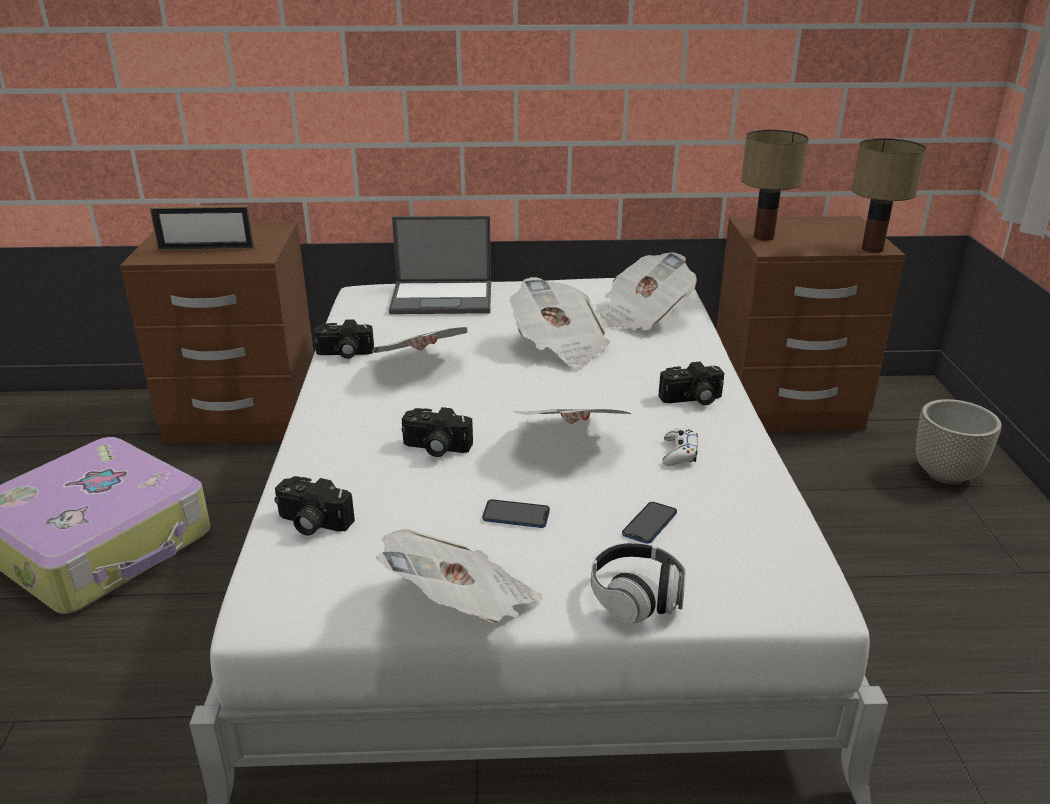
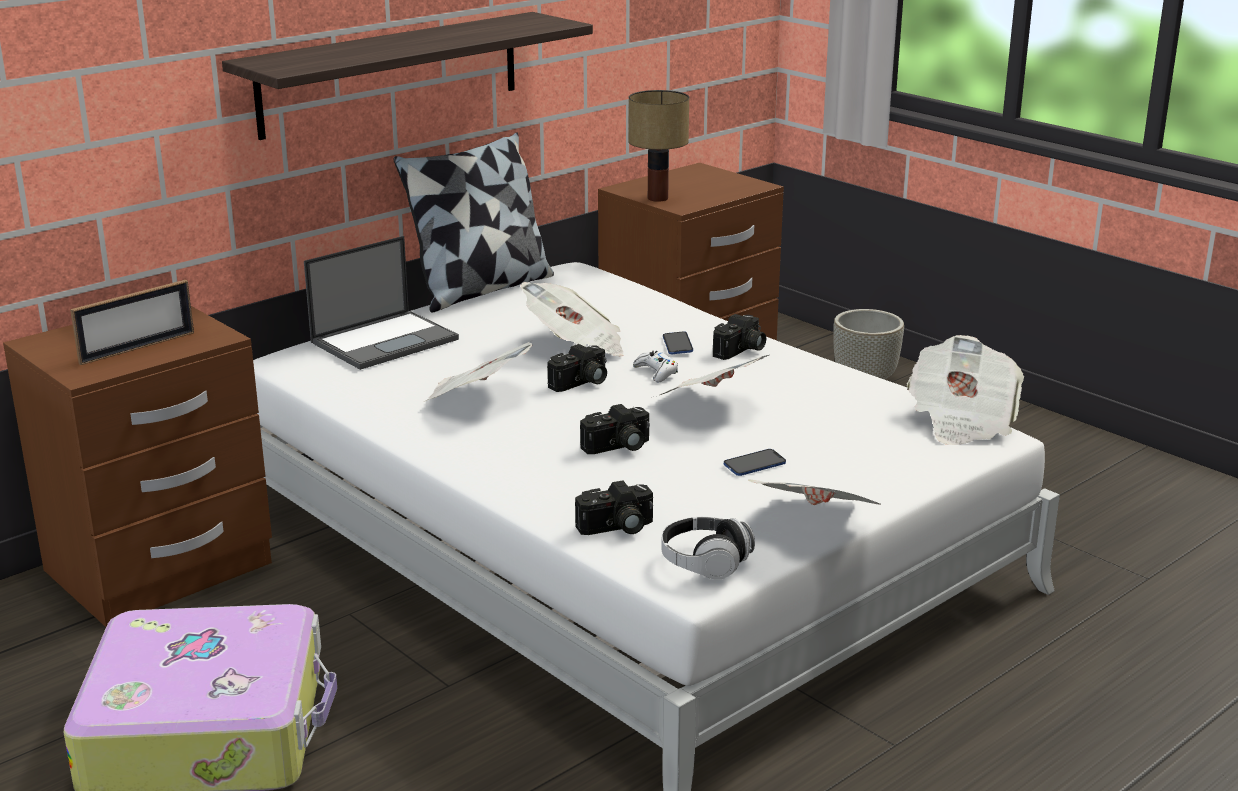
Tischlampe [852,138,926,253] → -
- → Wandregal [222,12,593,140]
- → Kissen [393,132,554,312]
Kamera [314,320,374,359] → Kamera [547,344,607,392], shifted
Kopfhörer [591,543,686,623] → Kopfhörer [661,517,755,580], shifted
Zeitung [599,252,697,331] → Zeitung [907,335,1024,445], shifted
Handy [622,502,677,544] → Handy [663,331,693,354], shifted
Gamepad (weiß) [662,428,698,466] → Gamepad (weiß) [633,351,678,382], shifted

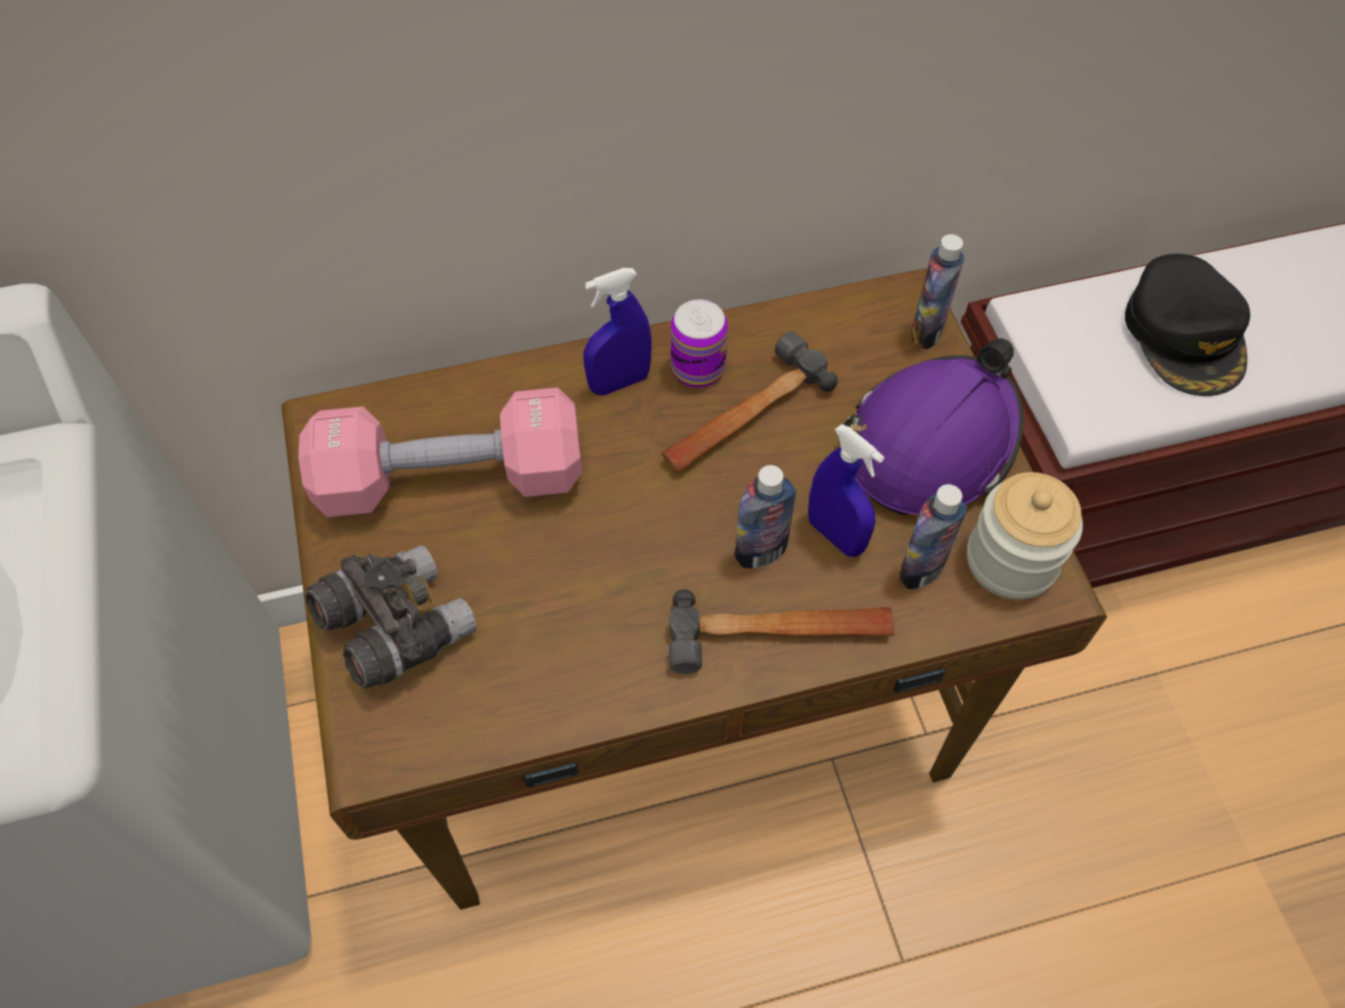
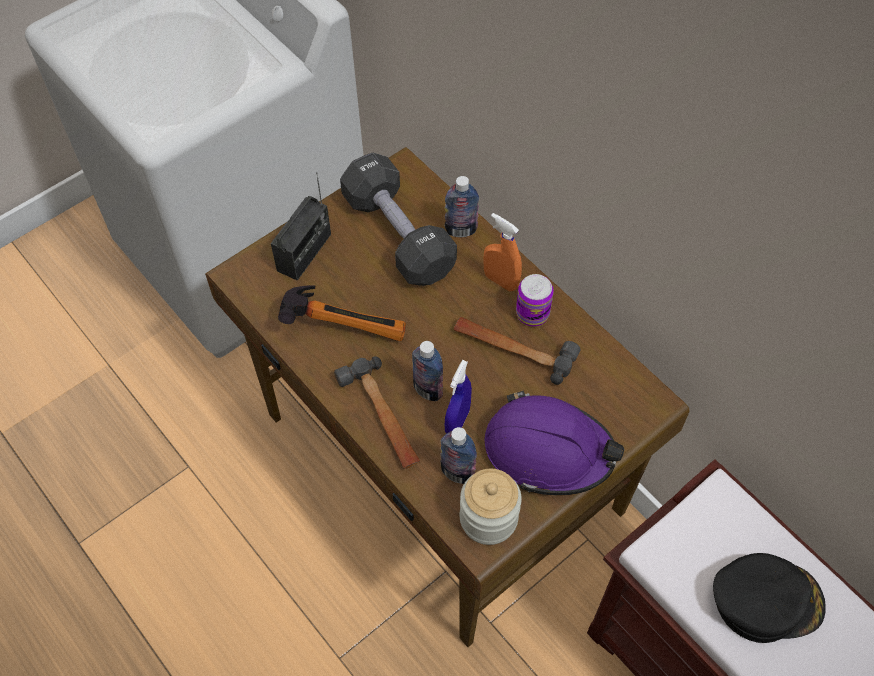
- → Hammer [278,285,406,341]
Flasche [911,234,964,349] → Flasche [445,176,479,237], shifted
Fernglas (grau) [305,545,476,689] → Radio [271,172,331,281]
Hantel (rosa) [298,388,582,517] → Hantel (schwarz) [340,153,457,286]
Sprühflasche (blau) [583,268,652,395] → Sprühflasche (orange) [483,213,522,291]
Kappe (schwarz) [1125,254,1250,396] → Kappe (schwarz) [713,553,826,643], 150 degrees counterclockwise

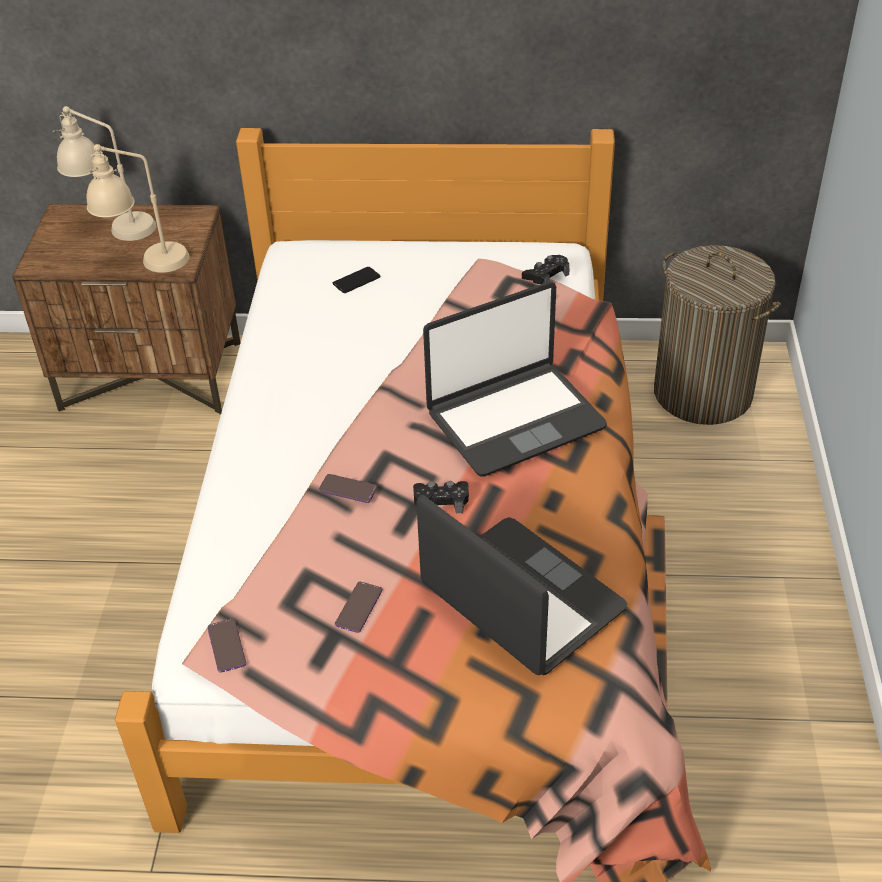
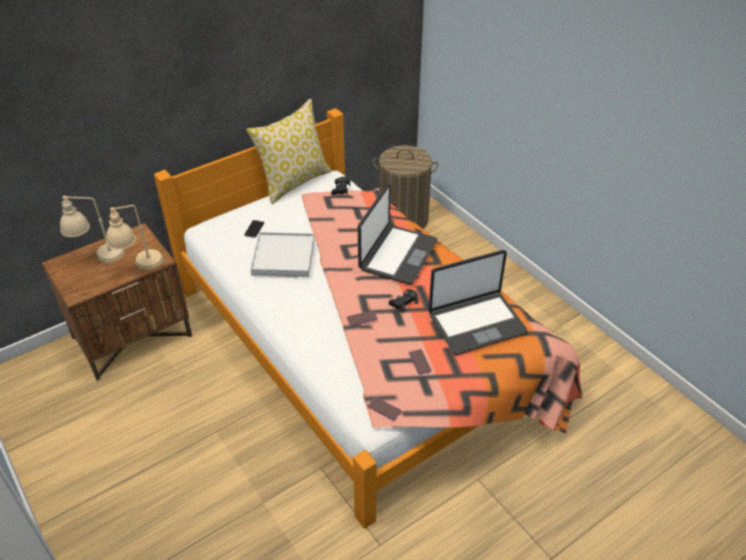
- → Kissen [246,99,332,204]
- → Tablett (weiß) [250,232,315,277]
Laptop [416,495,628,675] → Laptop [429,250,528,355], 150 degrees clockwise

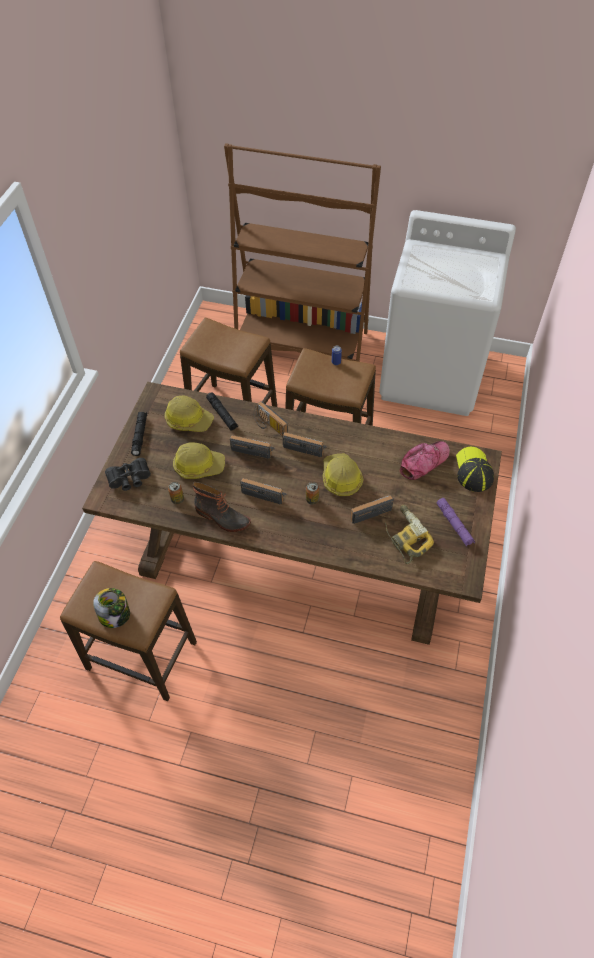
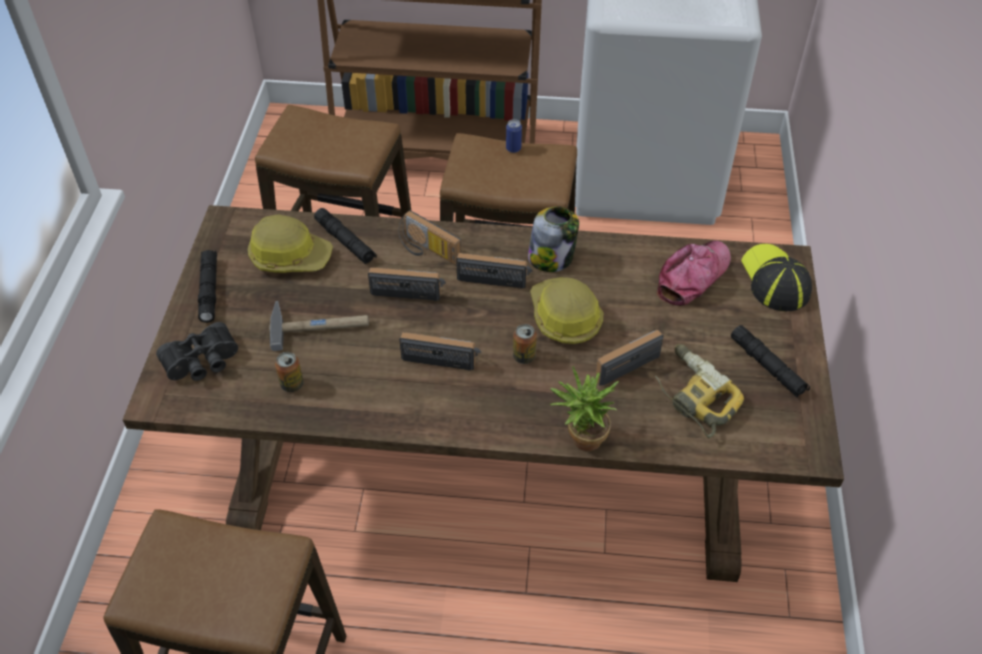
Stiefel [193,482,251,532] → -
- → Topfpflanze [550,367,619,451]
Vorratsglas [93,588,130,628] → Vorratsglas [528,206,579,272], shifted
Schutzhelm [173,442,225,479] → Hammer [269,301,369,351]
Taschenlampe (lila) [437,498,475,547] → Taschenlampe (schwarz) [731,325,810,398]

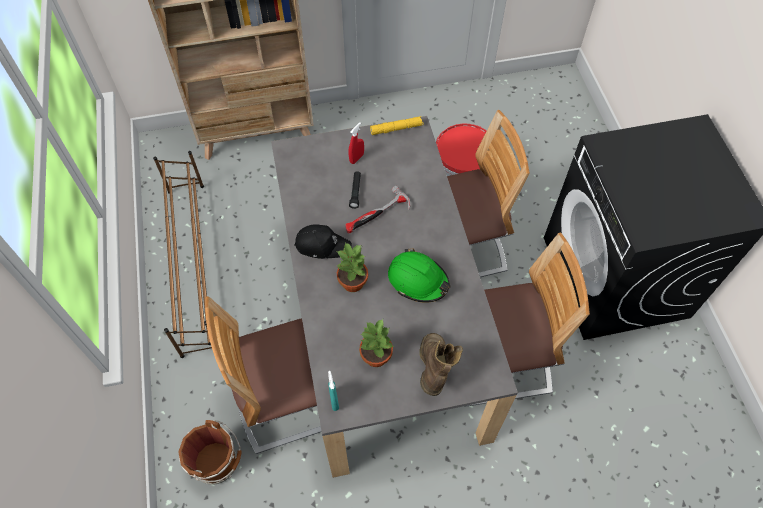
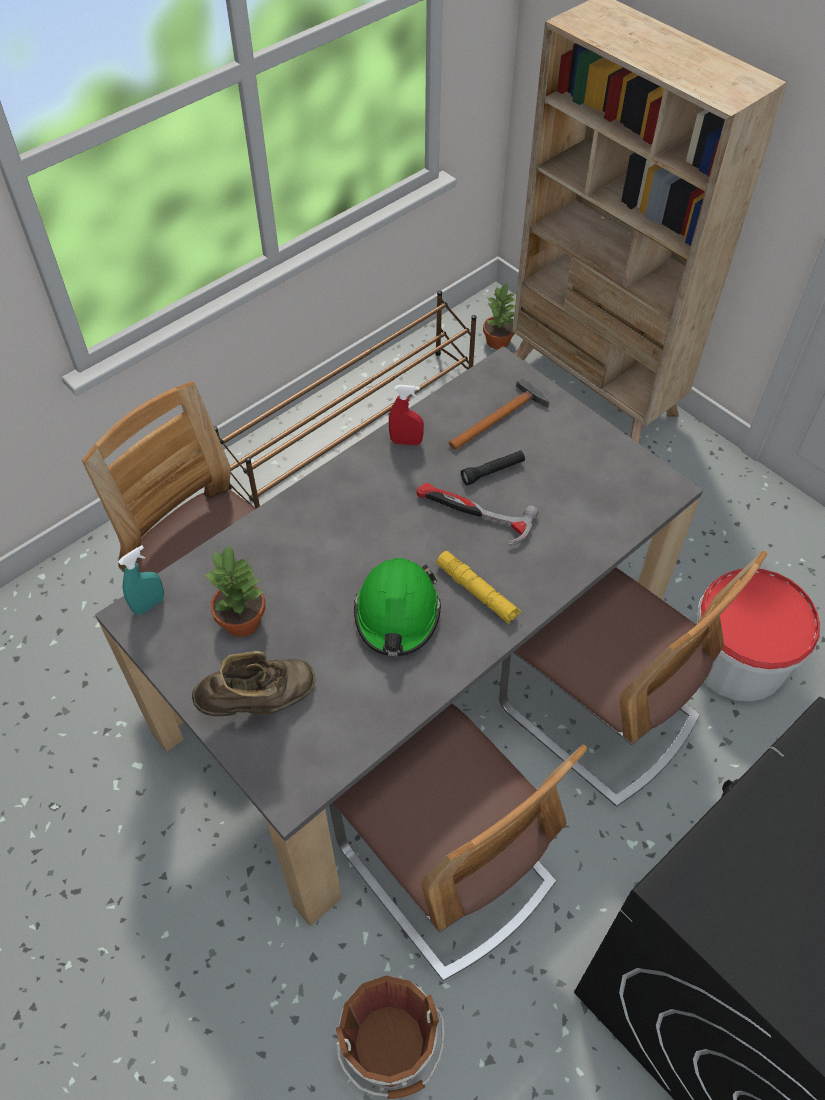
Kappe (schwarz) [294,224,352,259] → -
- → Hammer [449,378,550,450]
Eimer (braun) [178,420,242,485] → Eimer (braun) [336,975,445,1099], shifted
Topfpflanze [336,242,368,292] → Topfpflanze [483,284,515,349], shifted
Sprühflasche (rot) [348,122,364,164] → Sprühflasche (rot) [389,385,424,445], shifted
Taschenlampe (gelb) [370,116,423,135] → Taschenlampe (gelb) [436,551,521,624], shifted

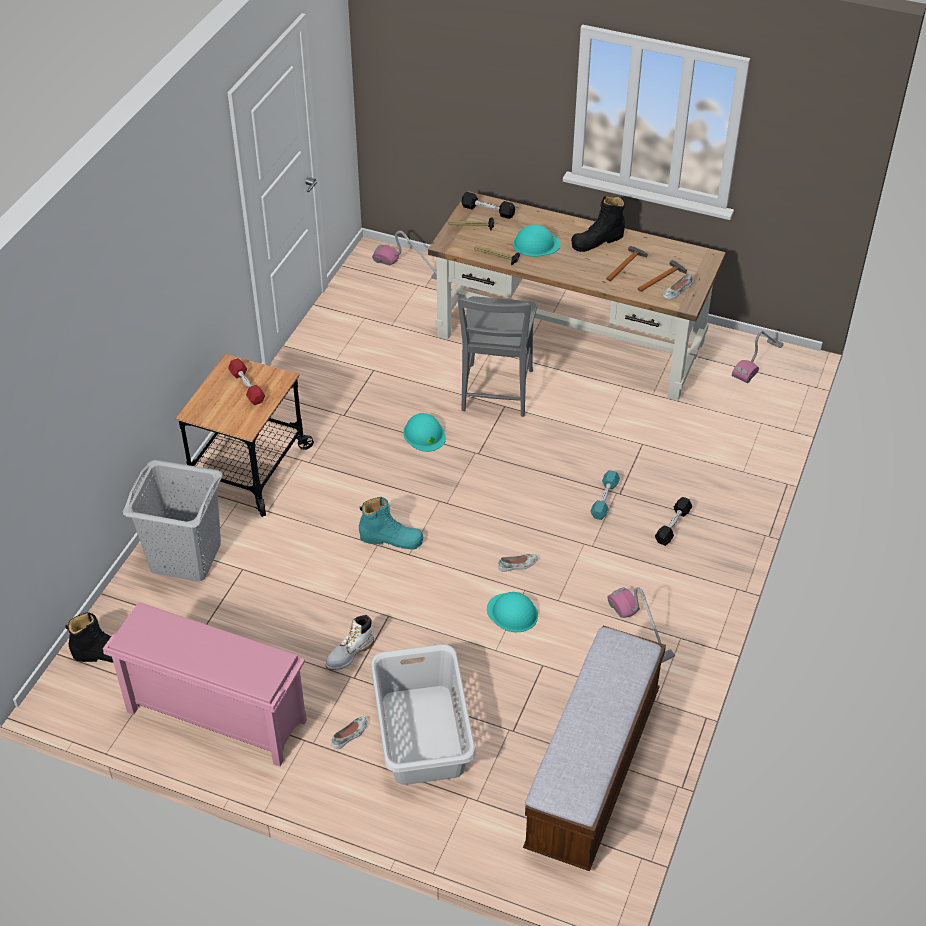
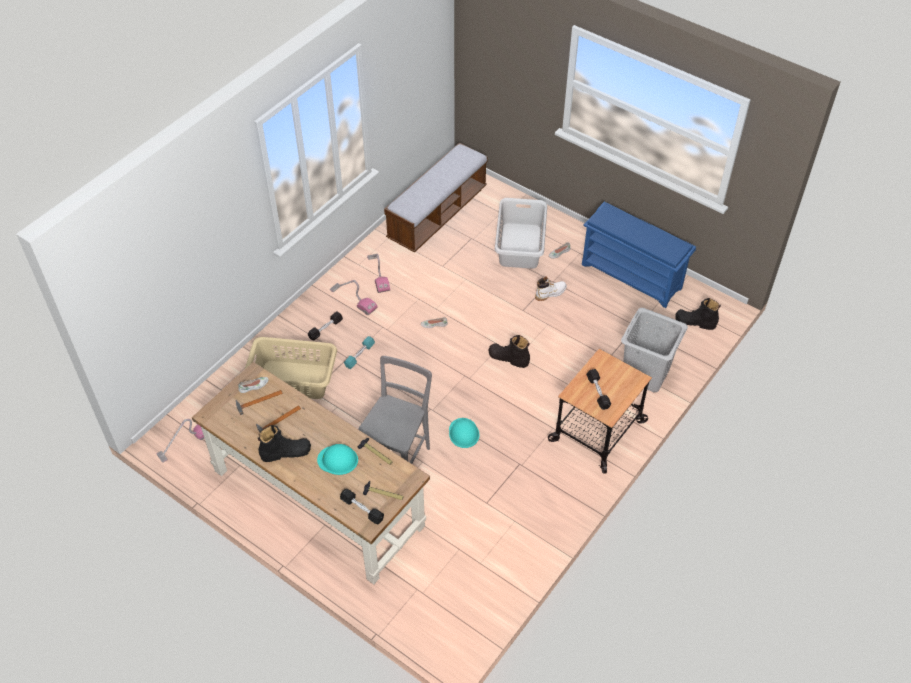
Schutzhelm (türkis) [487,592,538,632] → -
- → Wäschekorb (beige) [245,337,337,399]
Staubsauger [372,231,437,280] → Staubsauger [330,280,378,315], shifted
Schuhregal (rosa) [103,603,307,766] → Schuhregal (blau) [582,202,696,308]
Hantel (rot) [228,358,265,405] → Hantel (schwarz) [586,369,611,410]
Stiefel (türkis) [359,497,423,550] → Stiefel (schwarz) [489,335,530,368]

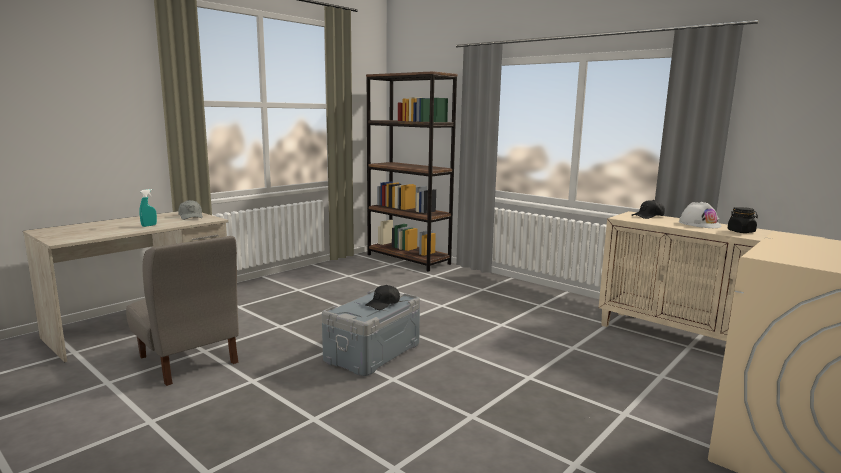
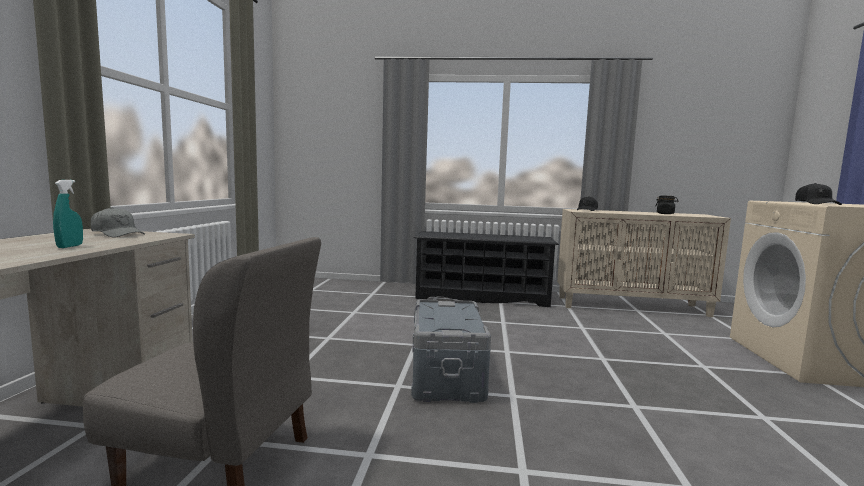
Bücherregal (braun) [366,71,458,272] → -
Schutzhelm (weiß) [679,202,722,228] → -
- → Schuhregal (schwarz) [414,231,559,307]
Kappe (schwarz) [365,285,400,310] → Kappe (schwarz) [795,183,842,205], shifted

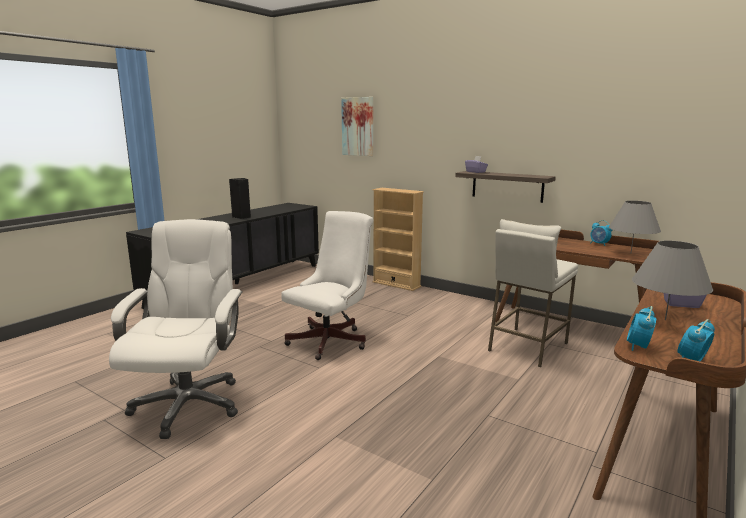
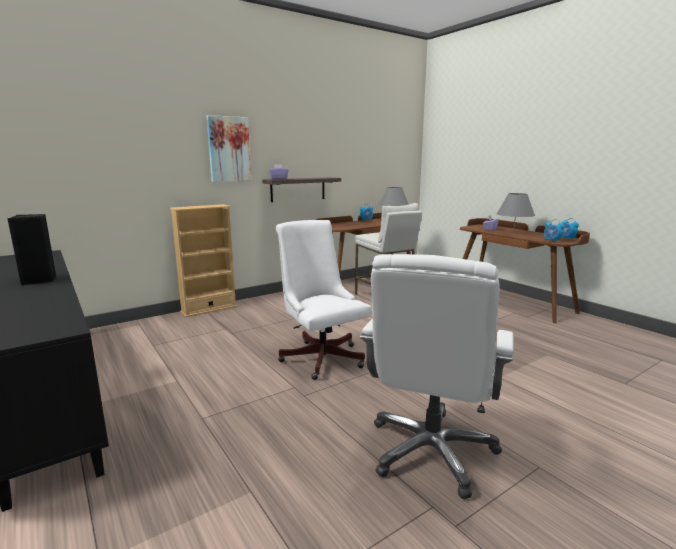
Bild [341,97,373,156] → Bild [207,115,251,182], shifted
Bürostuhl (weiß) [109,219,243,439] → Bürostuhl (weiß) [360,254,514,499], 90 degrees counterclockwise

